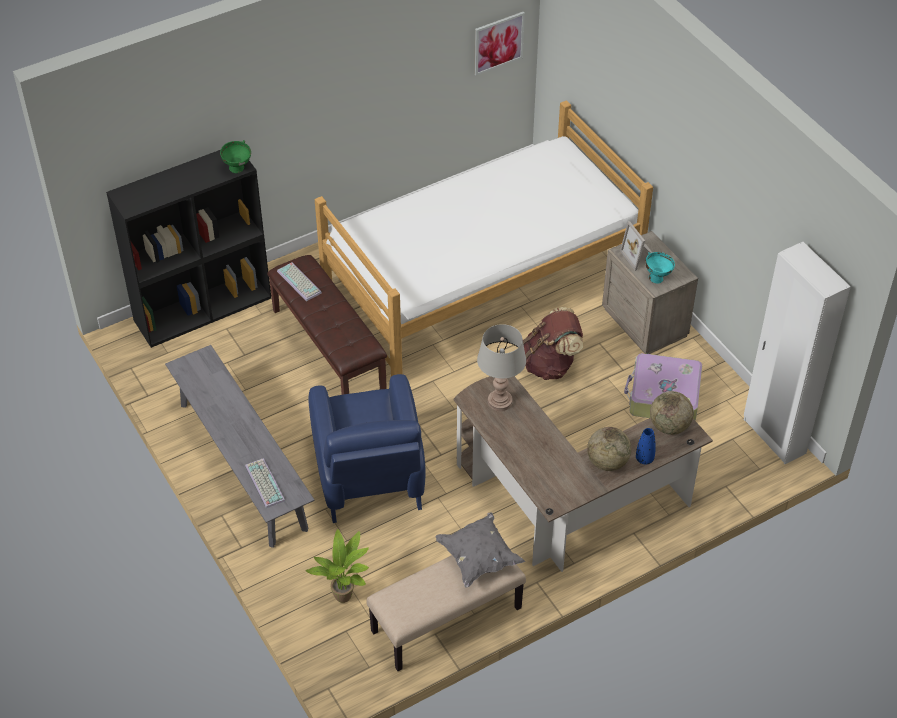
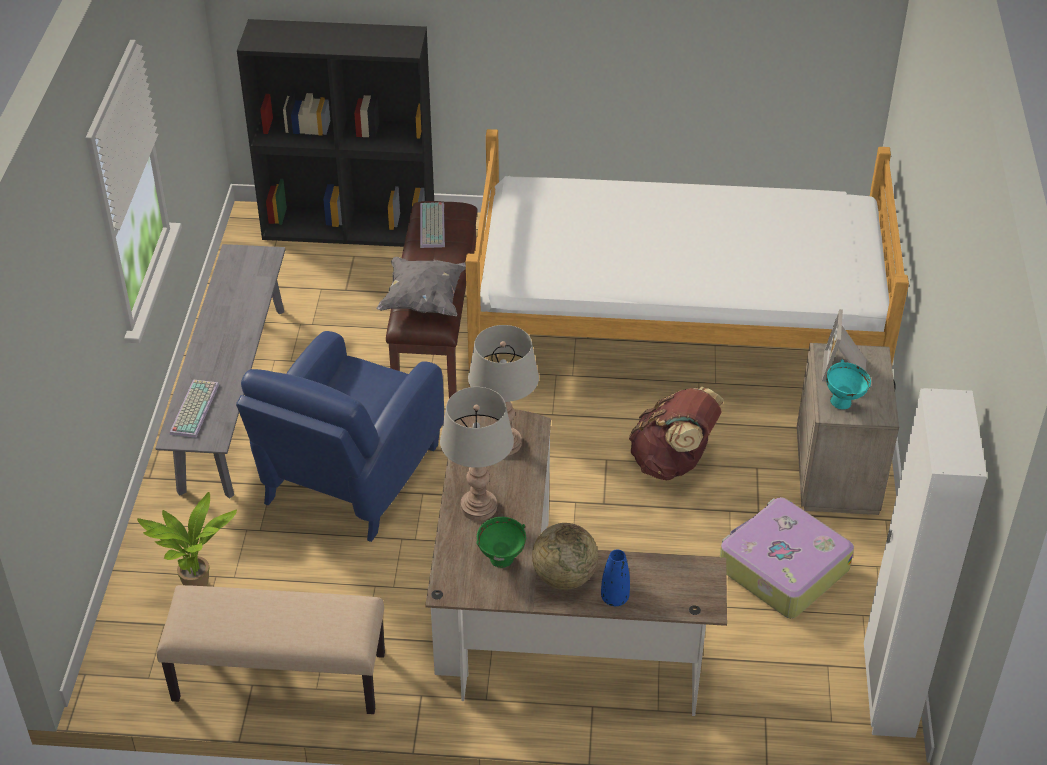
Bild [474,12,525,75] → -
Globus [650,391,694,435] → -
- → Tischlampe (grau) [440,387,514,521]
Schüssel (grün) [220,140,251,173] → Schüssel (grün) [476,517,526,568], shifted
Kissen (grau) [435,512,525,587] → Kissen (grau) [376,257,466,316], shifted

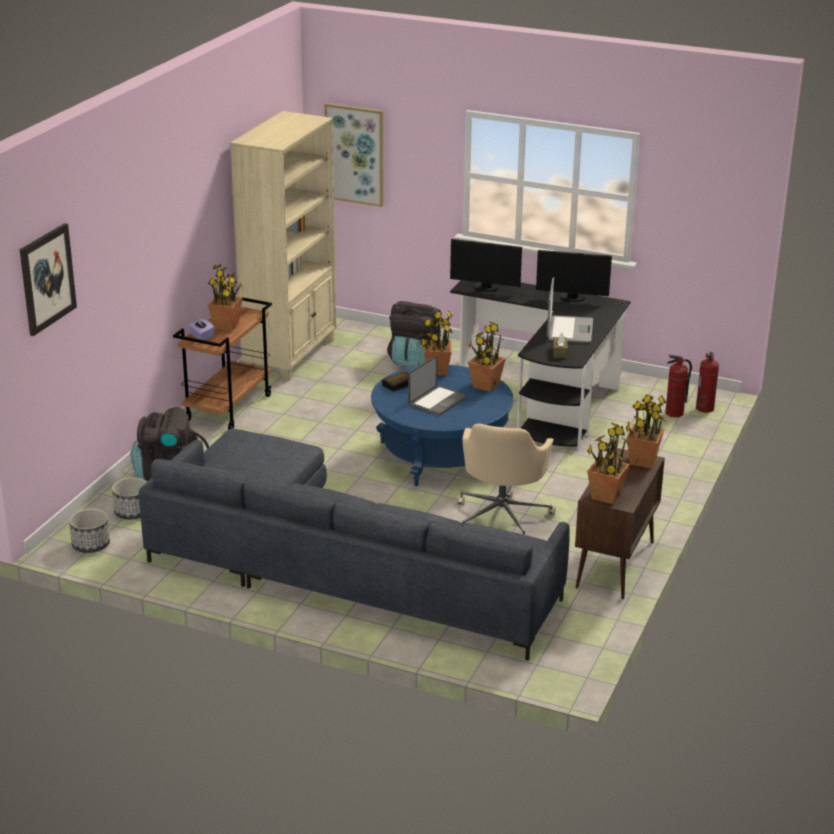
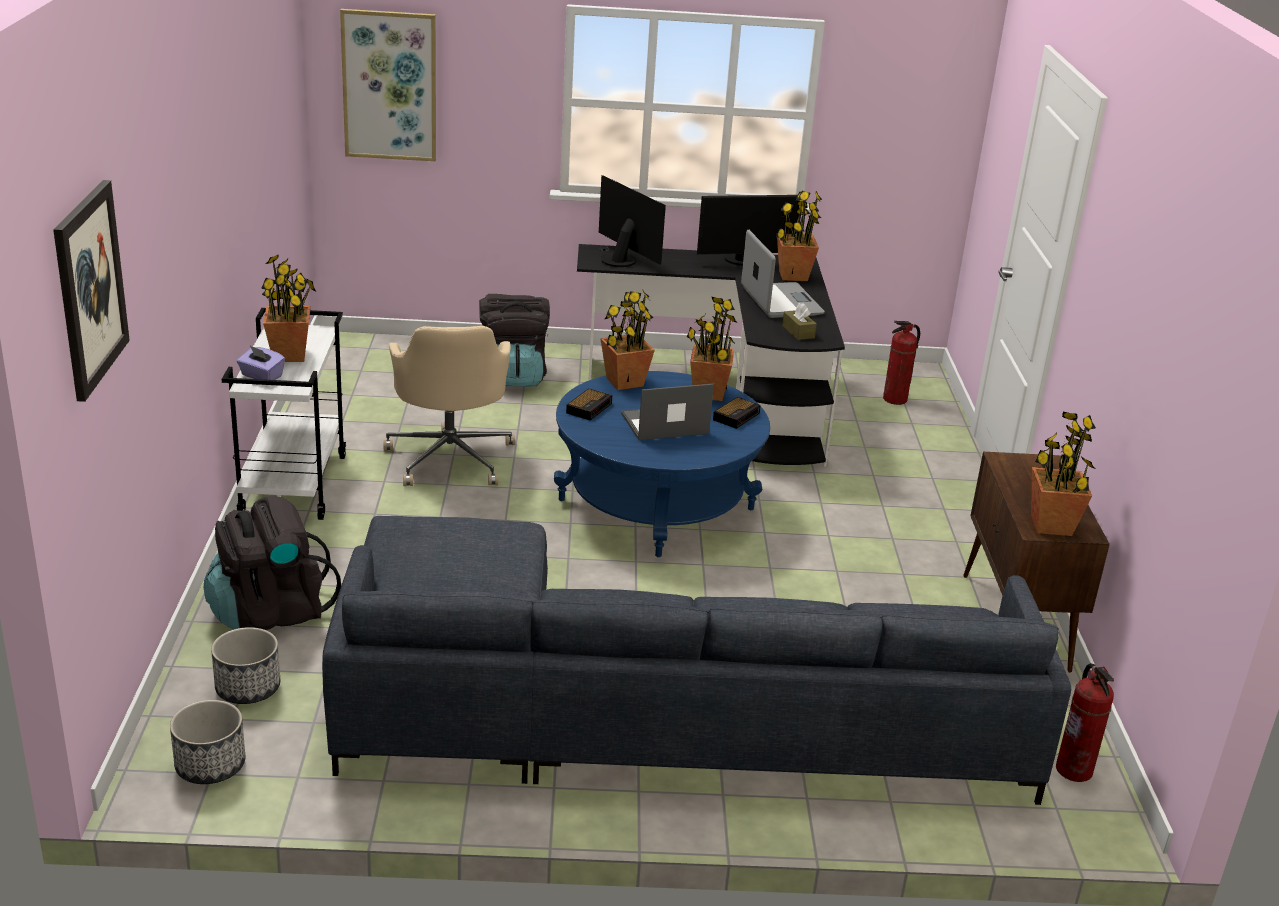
Bücherregal (beige) [230,111,336,381] → -
- → Wecker [713,397,761,429]
Bürostuhl (beige) [457,423,556,535] → Bürostuhl (beige) [383,326,515,486], shifted
Topfpflanze [625,394,667,468] → Topfpflanze [776,191,822,281], shifted
Feuerlöscher [696,352,719,413] → Feuerlöscher [1056,663,1114,782], shifted
Rollwagen (braun) [173,298,272,430] → Rollwagen (weiß) [222,308,346,520]
Laptop [408,355,468,416] → Laptop [621,384,714,440], 120 degrees counterclockwise
Monitor [450,239,522,292] → Monitor [599,175,666,267], 120 degrees counterclockwise

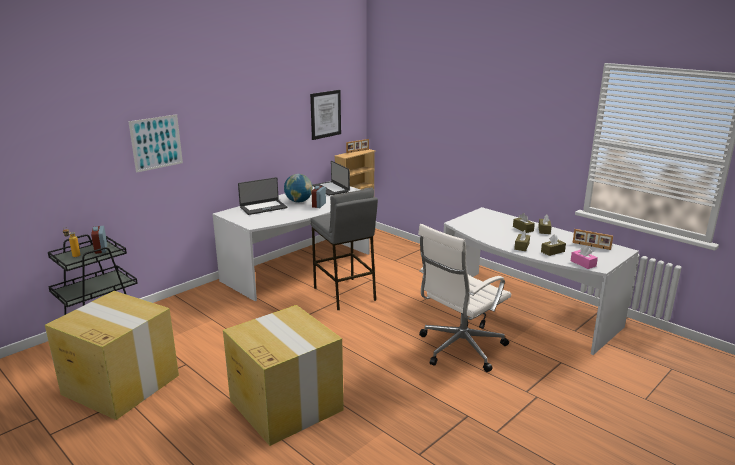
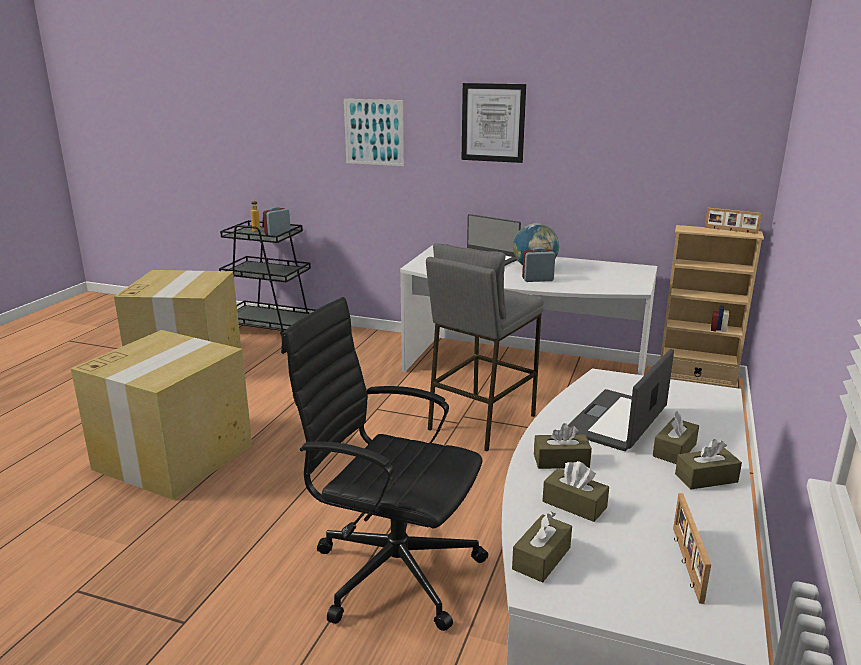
Bild [310,90,341,140] → Bild [462,83,526,163], shifted
Laptop [312,161,350,196] → Laptop [568,349,674,451], shifted
Bürostuhl (weiß) [418,224,511,372] → Bürostuhl (schwarz) [281,297,488,631]
Taschentuchbox (rosa) [571,246,598,269] → Taschentuchbox (braun) [512,511,572,583]

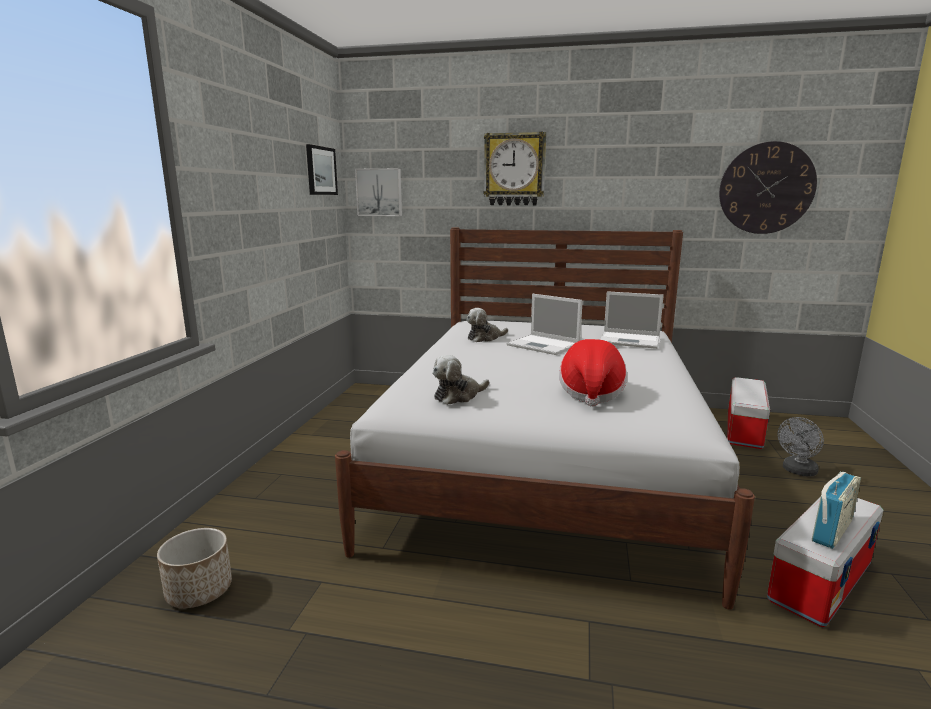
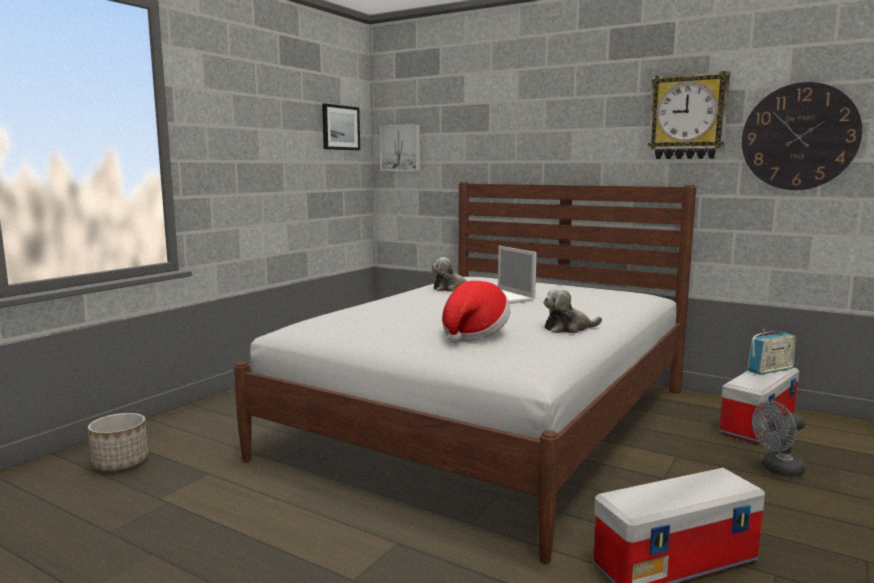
Laptop [599,291,664,349] → -
Plüschtier [432,355,489,405] → Plüschtier [543,287,602,333], shifted
Wanduhr [483,132,546,205] → Wanduhr [648,71,730,159], shifted
Radio [812,472,861,549] → Radio [748,329,796,375], shifted

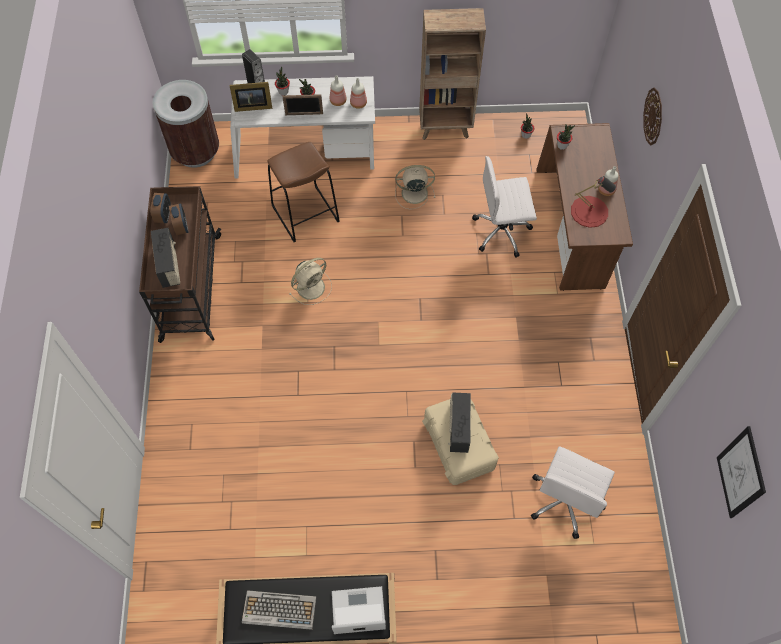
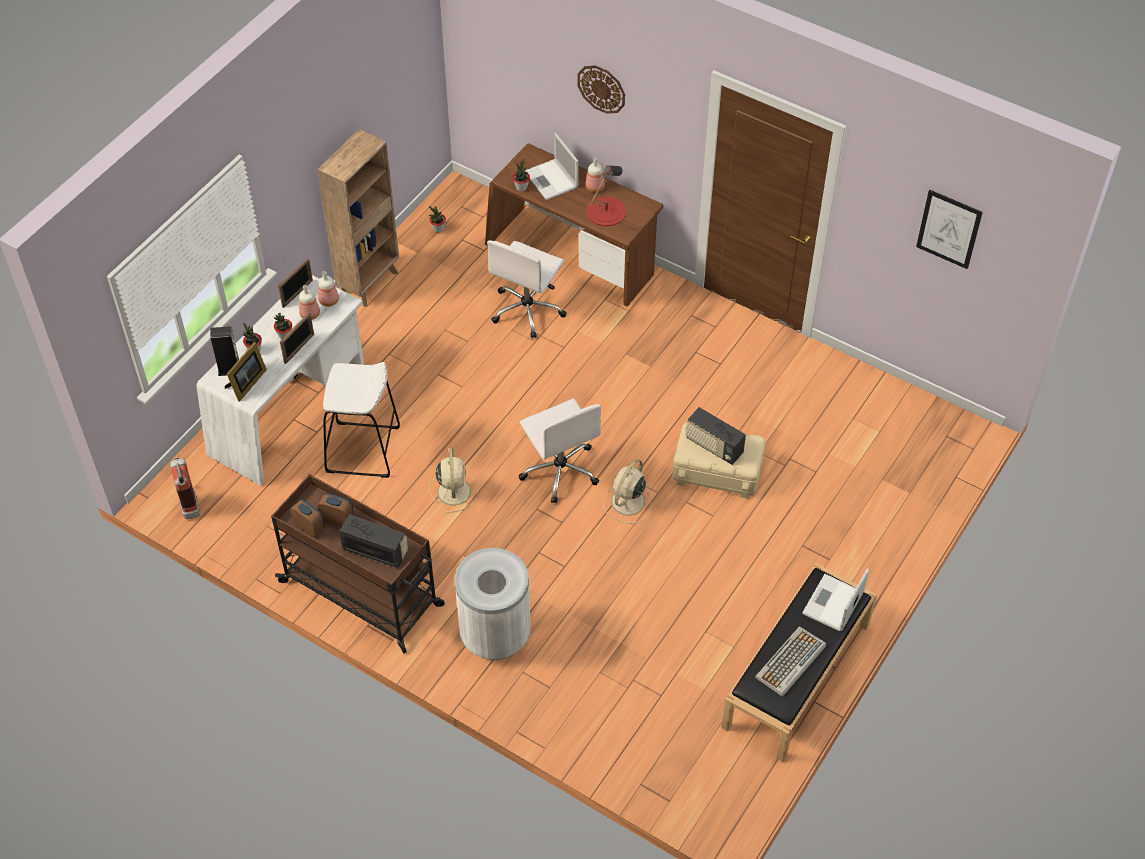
- → Bilderrahmen [278,258,313,308]
- → Mülleimer (weiß) [455,548,531,660]
- → Laptop [525,133,579,200]
Ventilator (beige) [395,165,435,209] → Ventilator (beige) [603,459,651,523], shifted
Bürostuhl (weiß) [531,447,615,539] → Bürostuhl (weiß) [519,399,601,503], shifted
Mülleimer (braun) [153,80,219,168] → Feuerlöscher [170,457,200,519]
Hocker (braun) [268,142,340,242] → Hocker (weiß) [323,362,400,478]

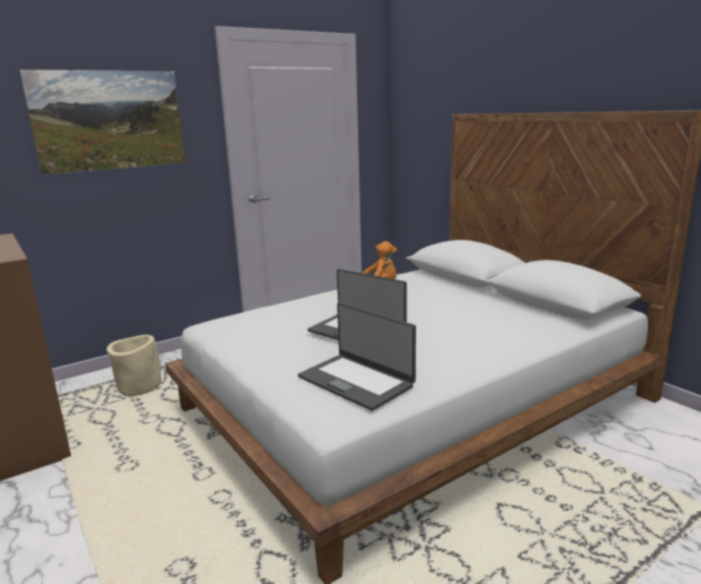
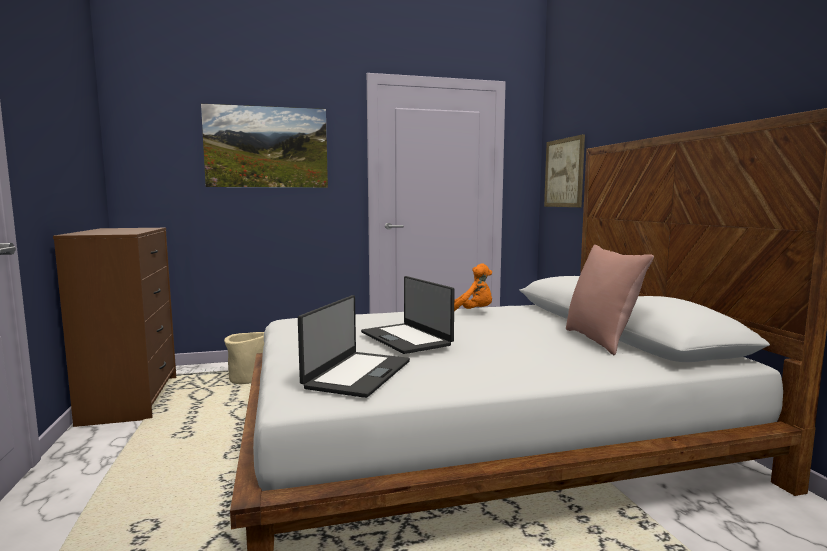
- → Bild [544,134,585,207]
- → Kissen (rosa) [566,244,654,355]
Laptop [298,303,416,411] → Laptop [298,295,410,398], 135 degrees counterclockwise

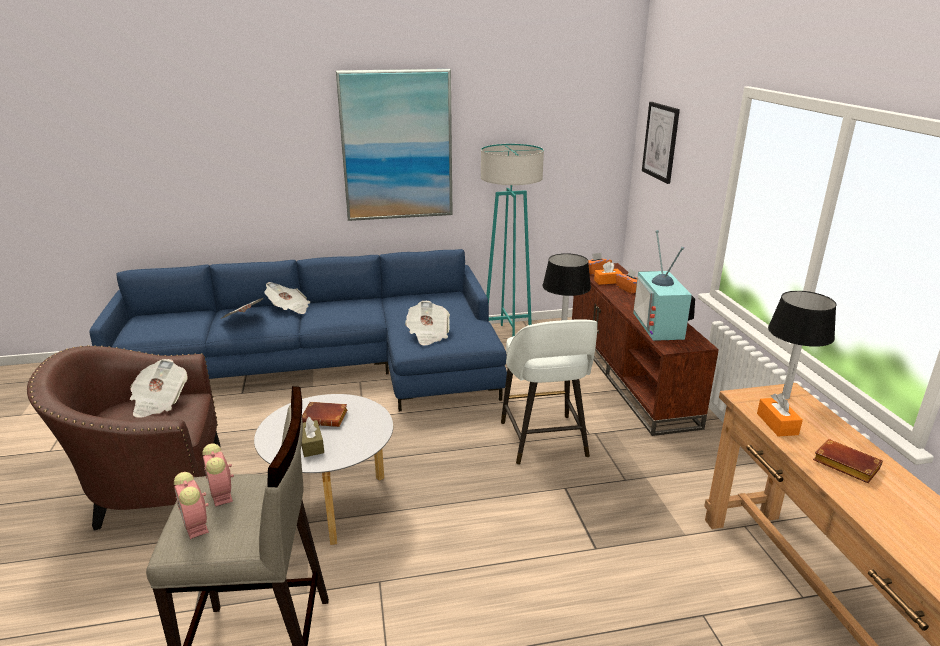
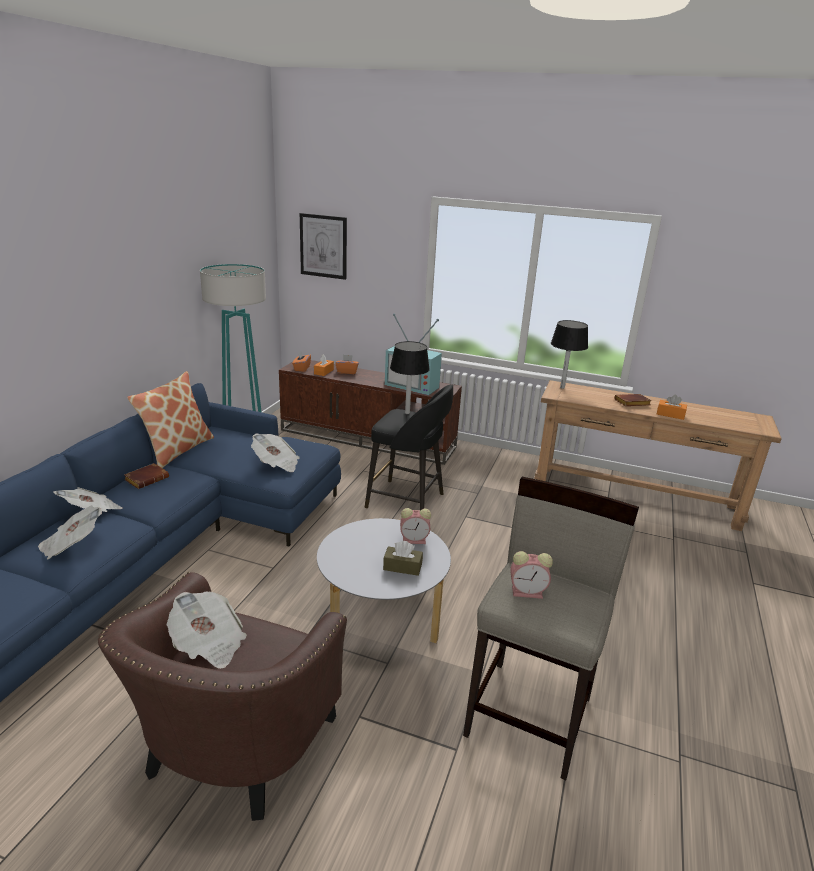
Bild [336,69,453,221] → -
- → Kissen [127,371,214,468]
Wecker [174,472,209,539] → Wecker [400,508,431,544], shifted
Buch (braun) [302,402,348,427] → Buch (braun) [124,463,169,489], shifted
Taschentuchbox (orange) [757,393,803,437] → Taschentuchbox (orange) [657,394,687,420], shifted
Hocker (weiß) [501,319,597,464] → Hocker (schwarz) [365,384,453,511]

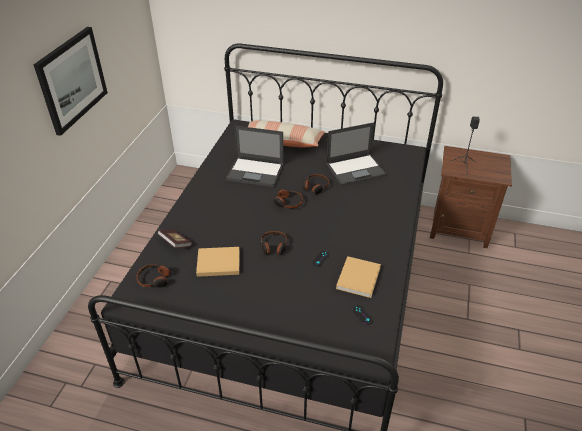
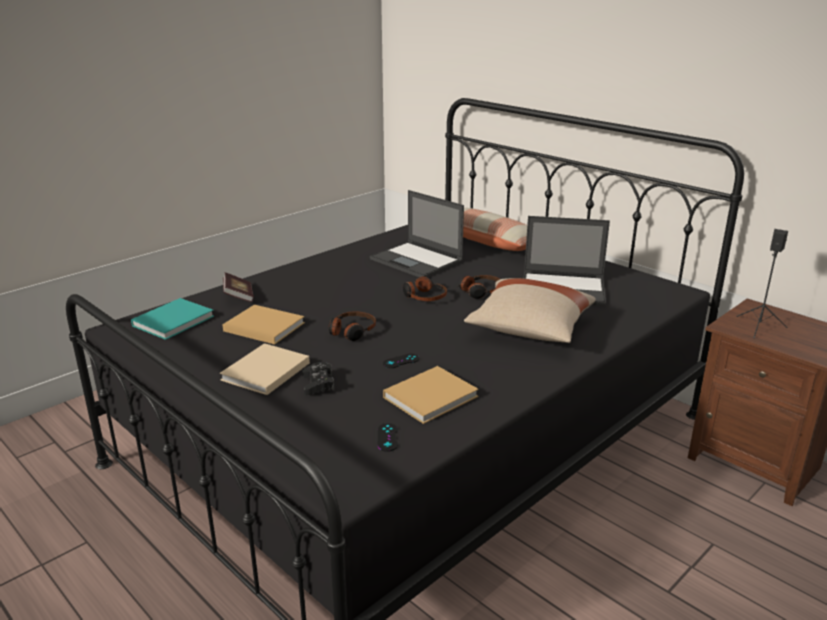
Bild [33,27,108,136] → -
- → Buch (beige) [220,343,310,395]
- → Gamepad (schwarz) [303,362,334,396]
- → Kissen (beige) [464,278,596,343]
Kopfhörer [136,264,174,288] → Buch (türkis) [131,298,214,340]

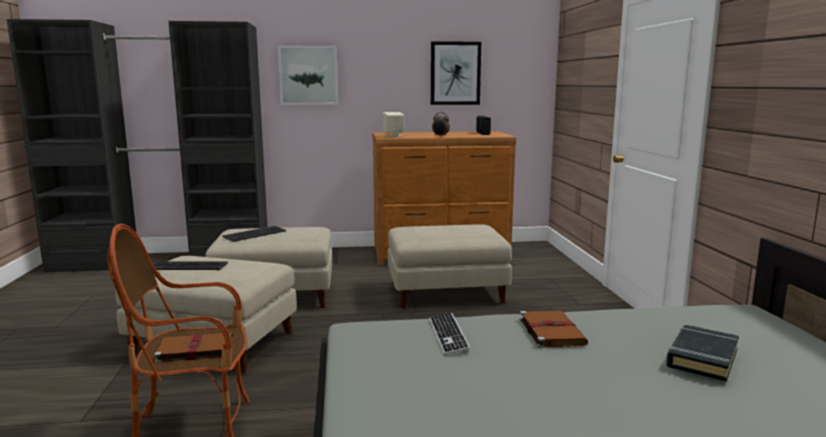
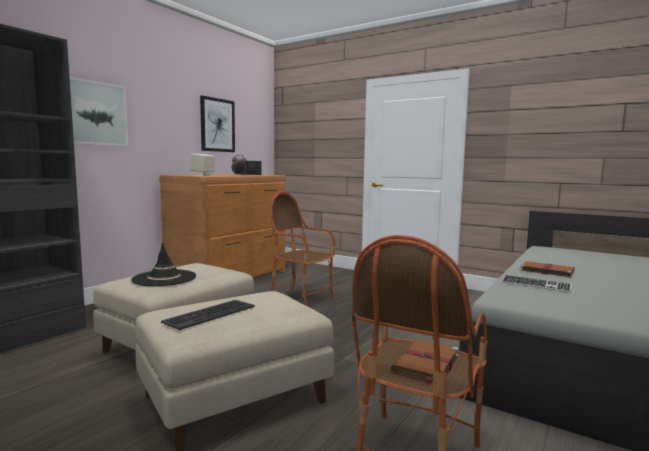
Buch (schwarz) [666,325,739,382] → -
Tastatur [222,226,286,242] → Hut (schwarz) [131,242,196,286]
Polsterhocker (beige) [388,224,512,309] → Sessel [270,191,336,306]

